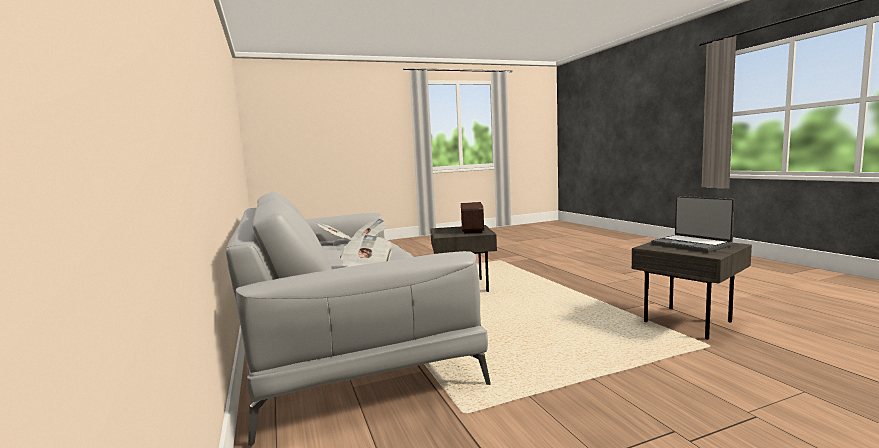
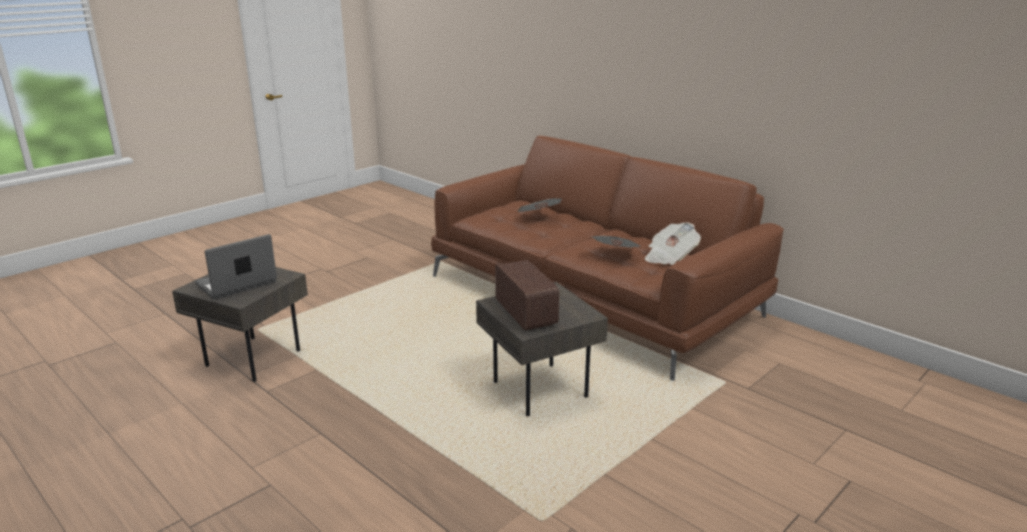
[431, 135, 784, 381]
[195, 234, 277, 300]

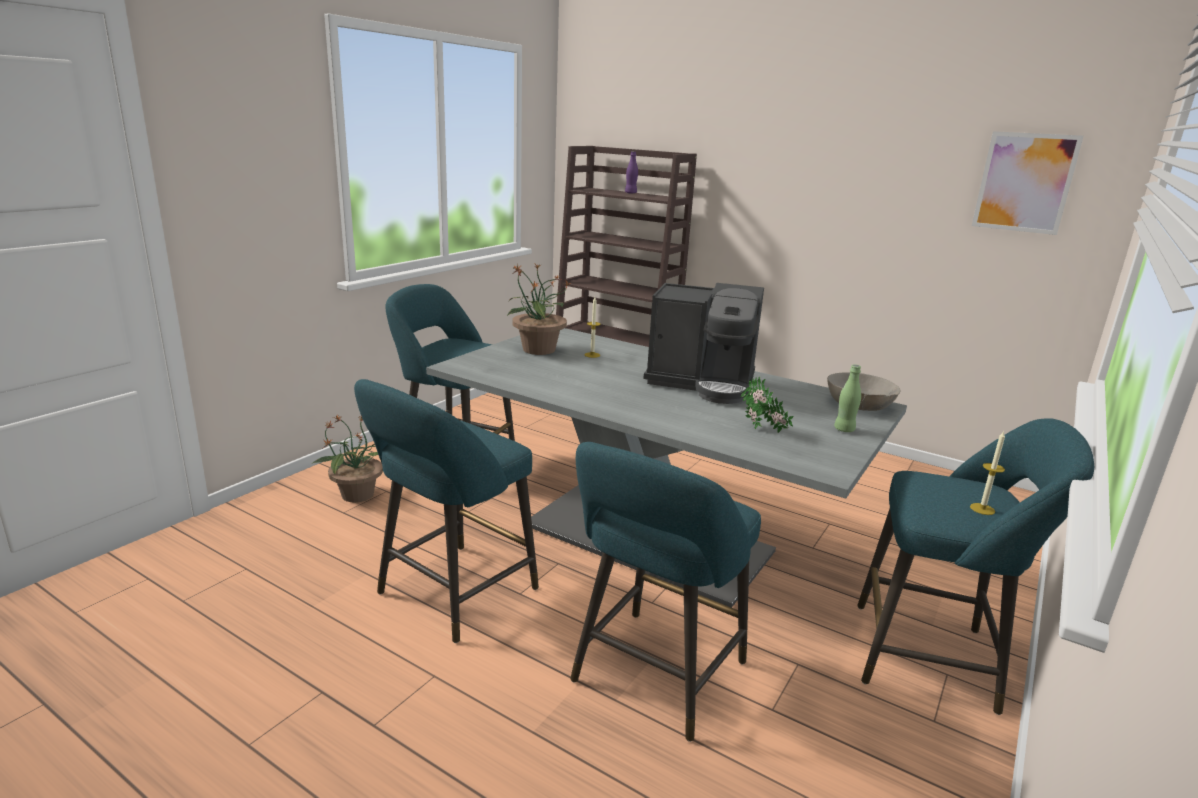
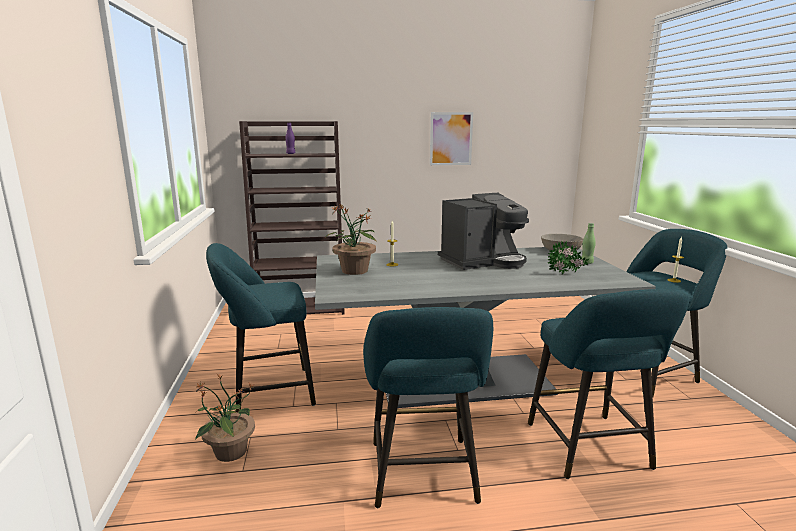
[430, 112, 473, 165]

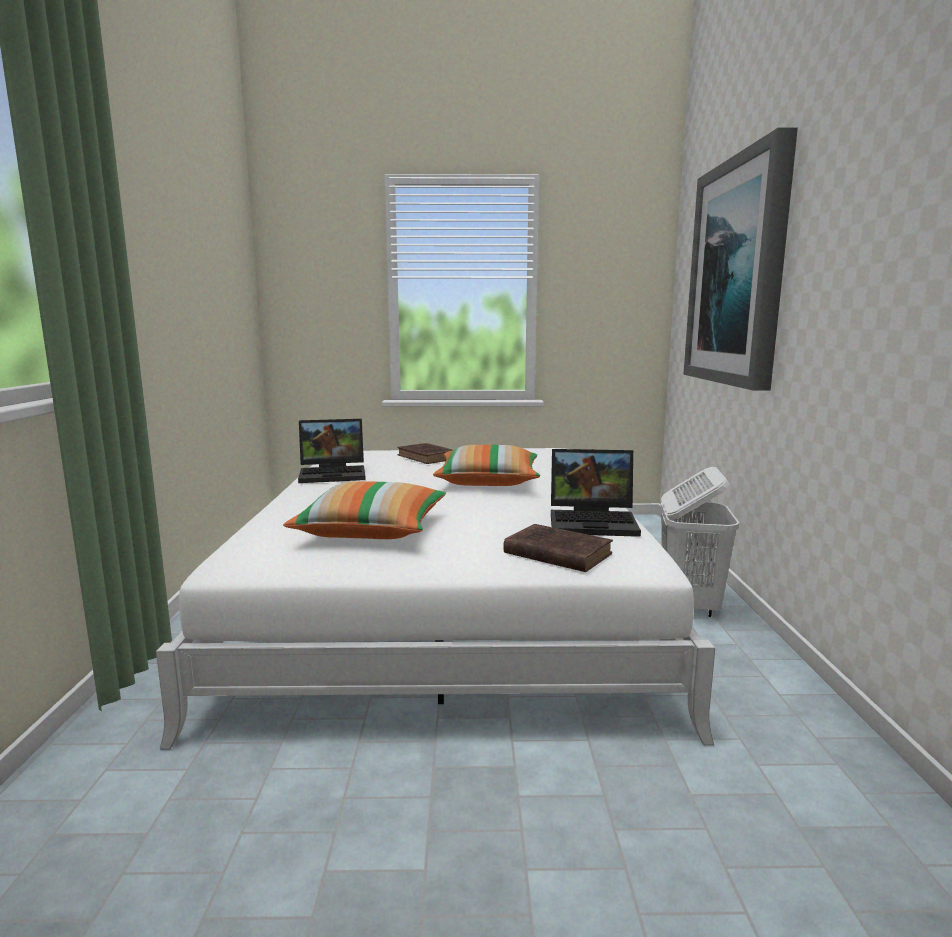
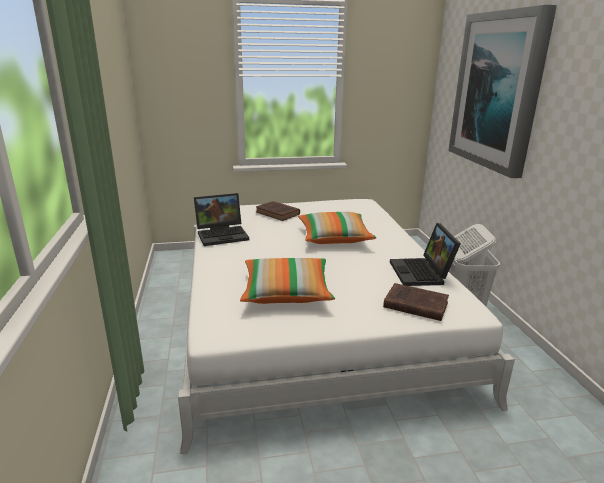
[390, 223, 460, 286]

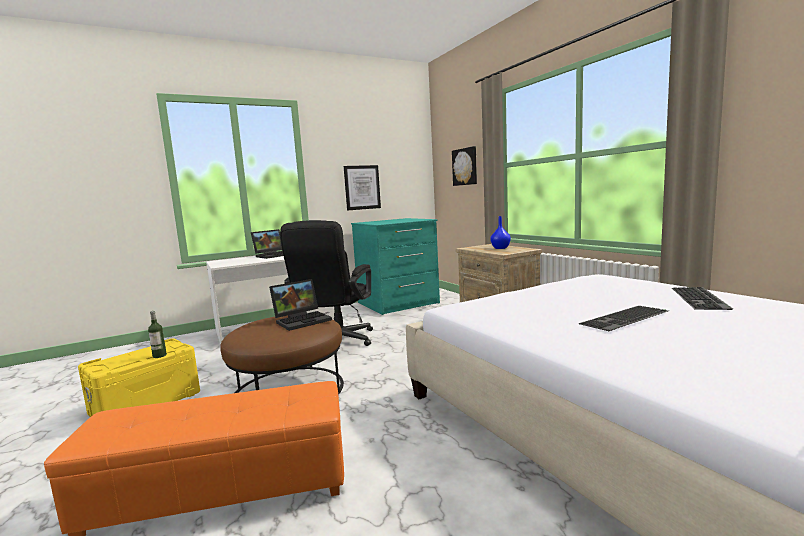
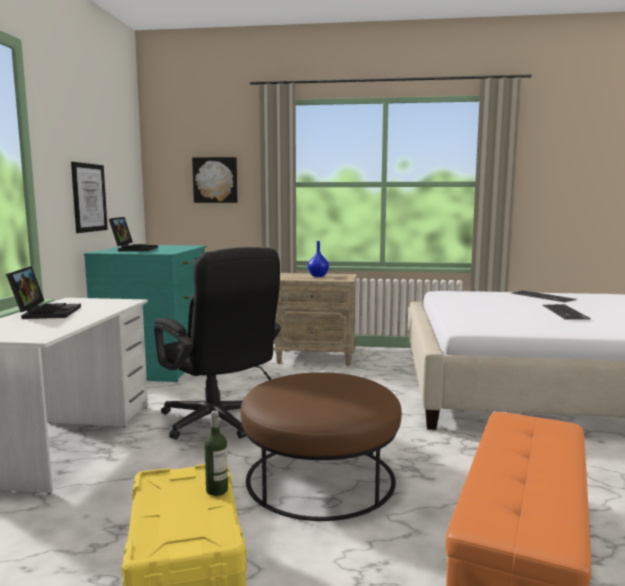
[109, 217, 158, 251]

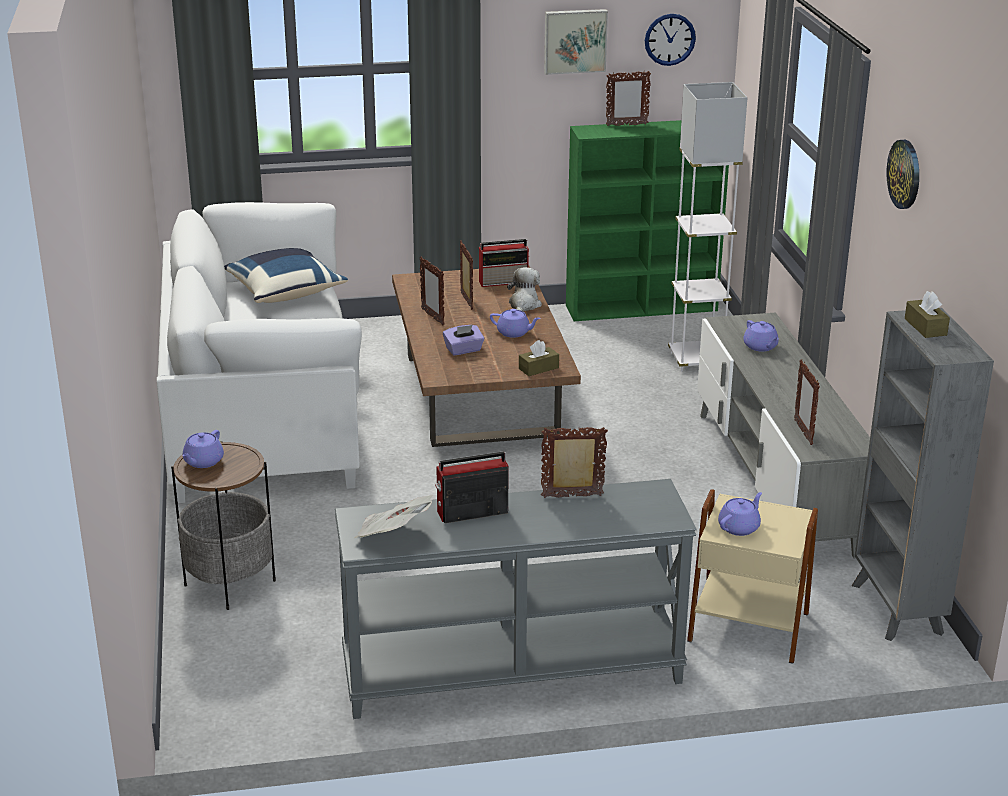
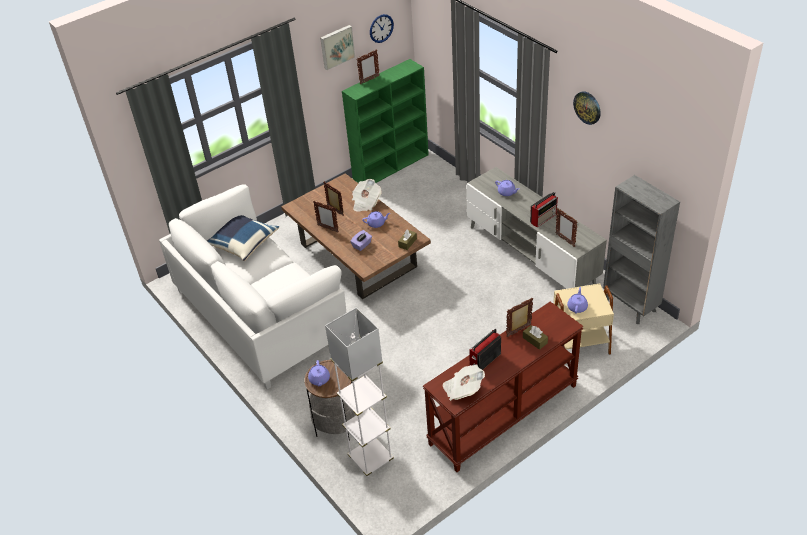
[423, 302, 584, 472]
[530, 192, 558, 227]
[352, 179, 382, 212]
[325, 307, 394, 477]
[523, 325, 548, 350]

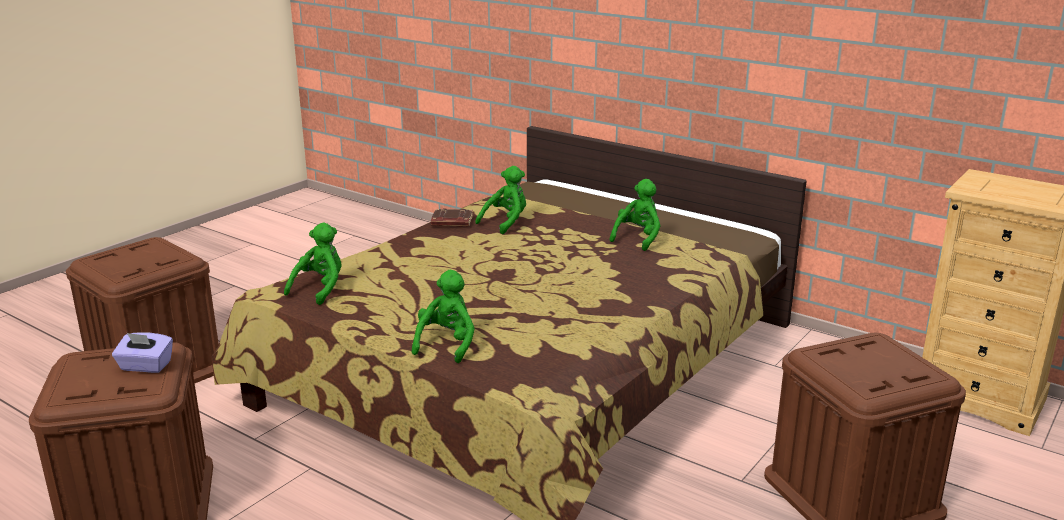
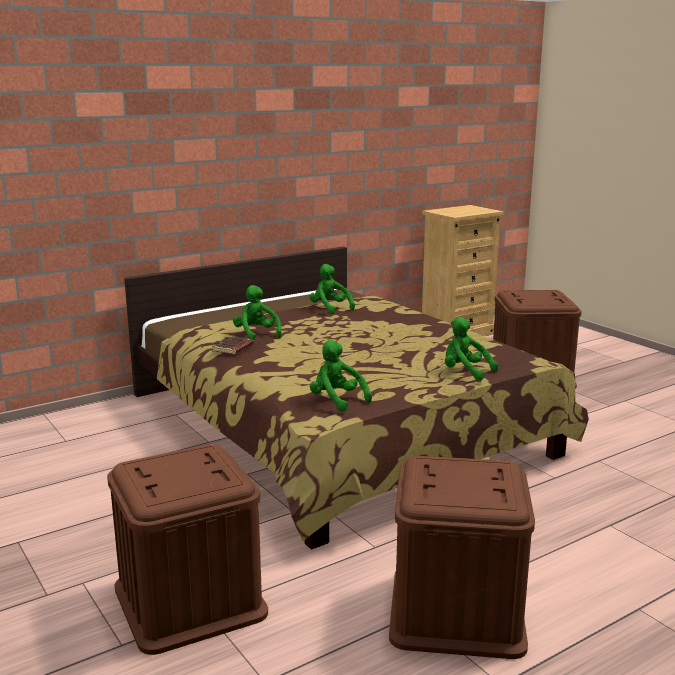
[112, 332, 173, 373] (first image)

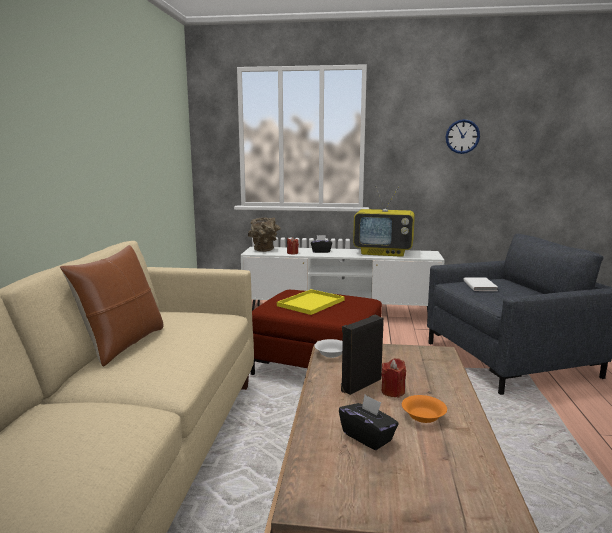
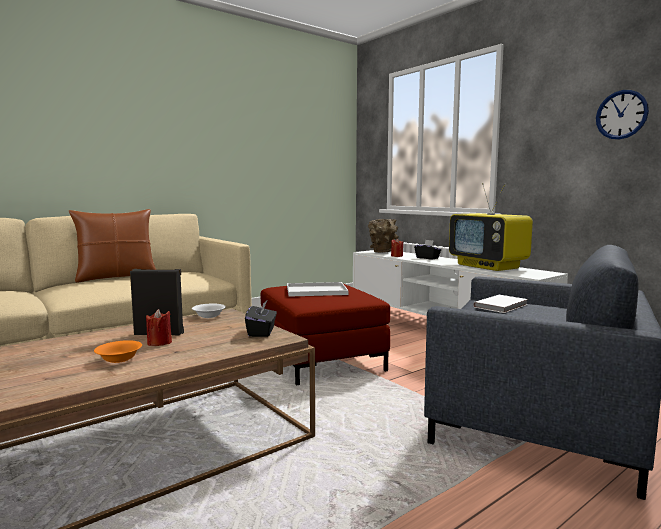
[287, 282, 349, 297]
[245, 300, 277, 337]

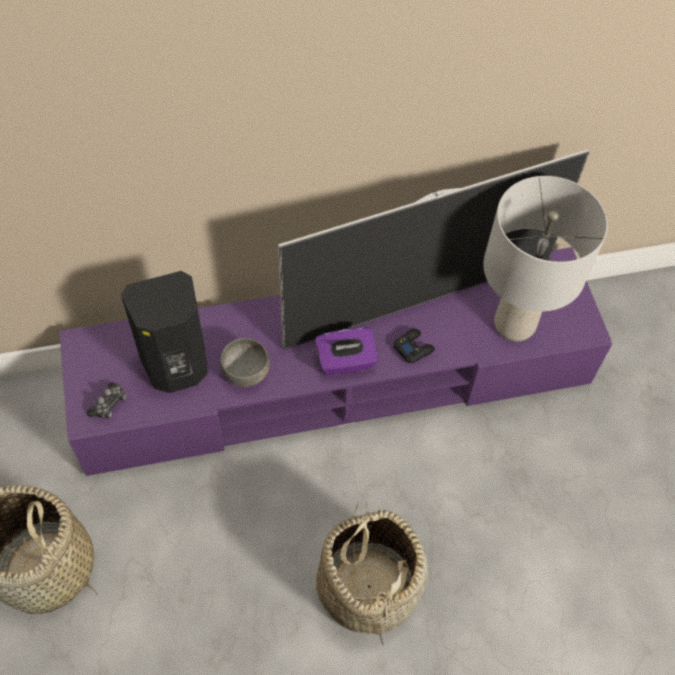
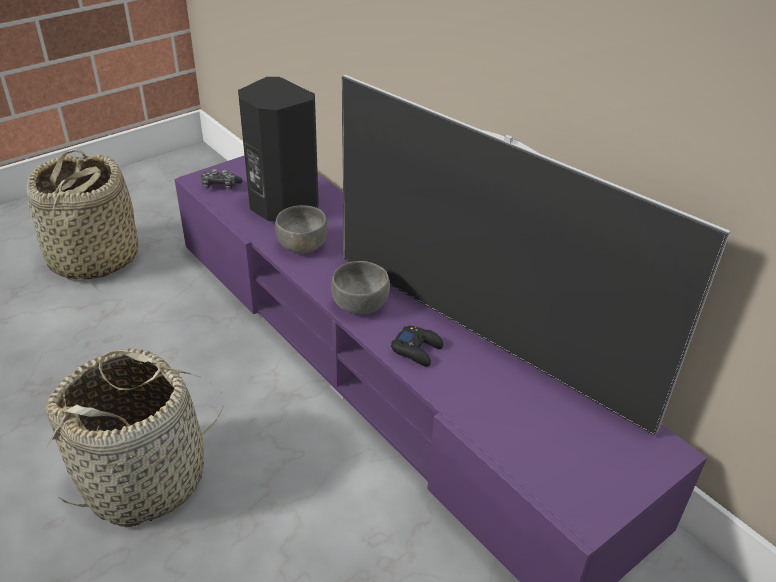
[331, 261, 390, 314]
[483, 176, 608, 342] (first image)

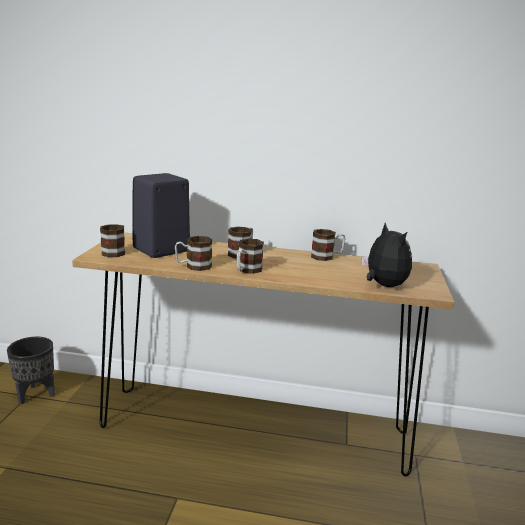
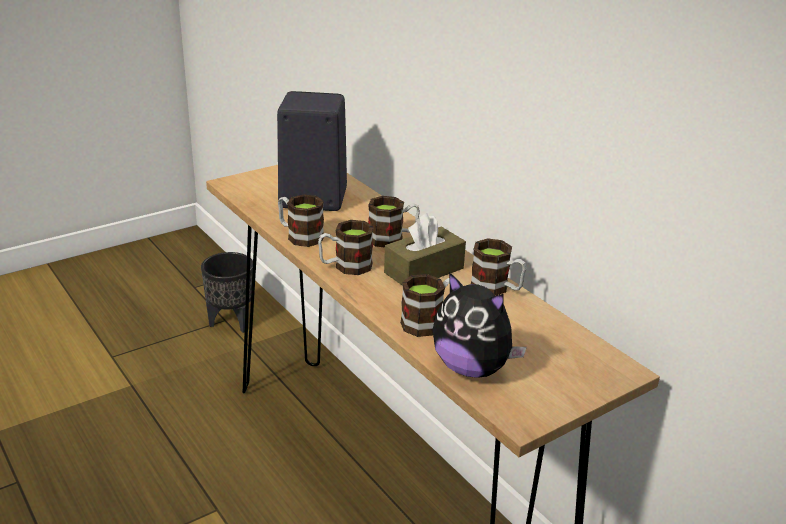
[400, 274, 450, 337]
[433, 272, 527, 378]
[384, 213, 466, 286]

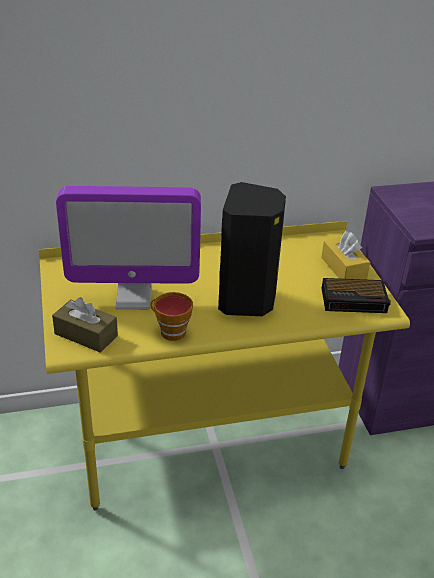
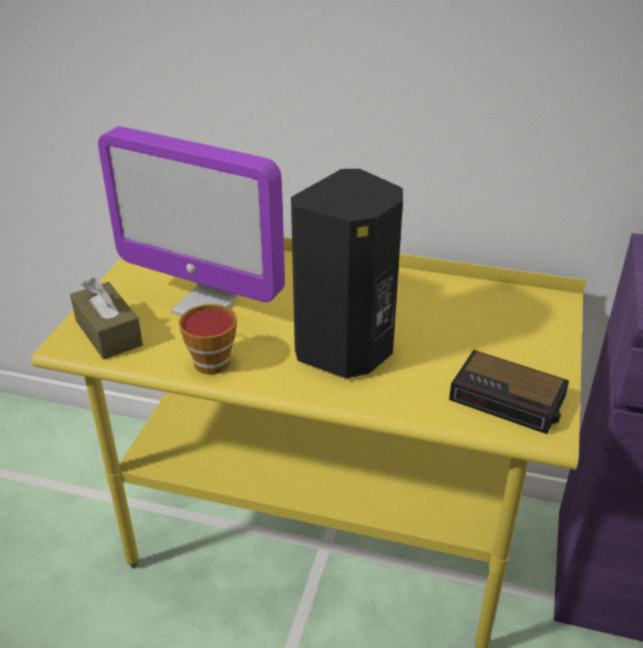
[321, 231, 370, 280] (first image)

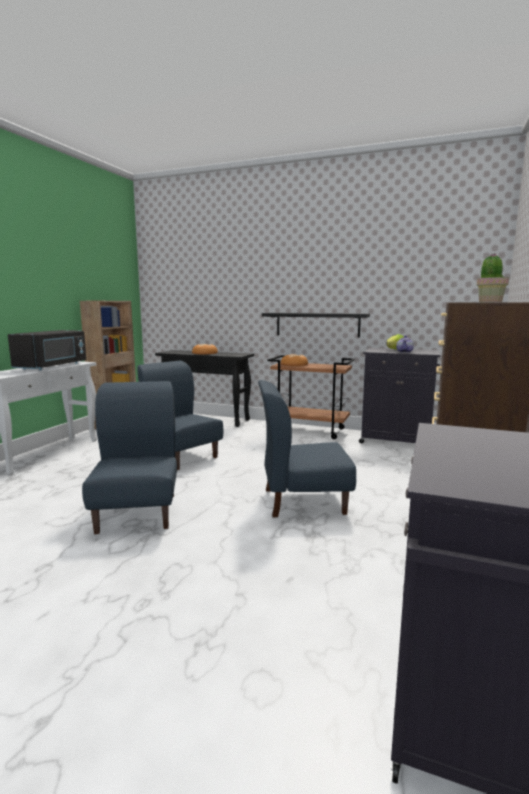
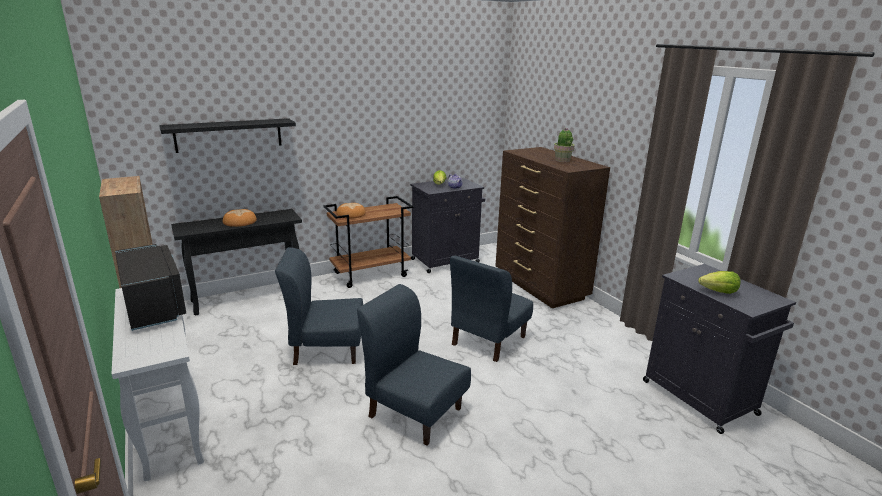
[159, 118, 296, 153]
[698, 271, 741, 294]

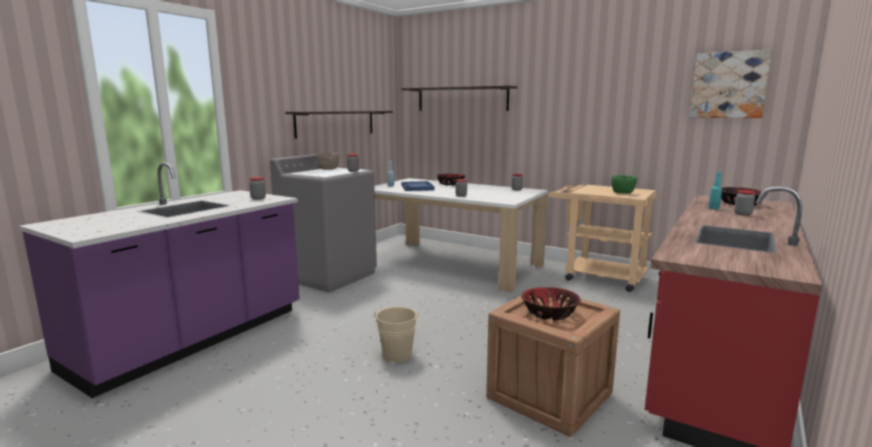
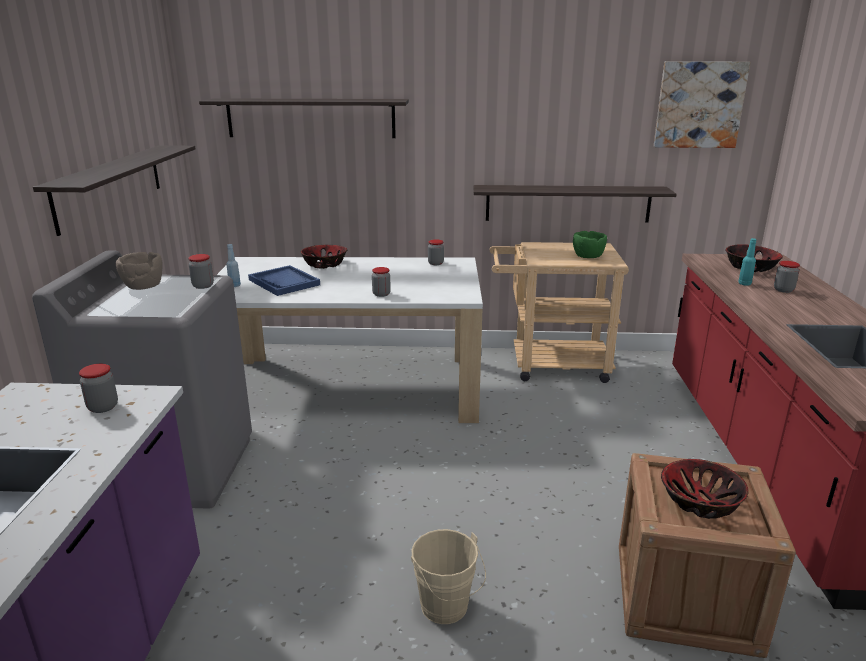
[473, 185, 677, 223]

